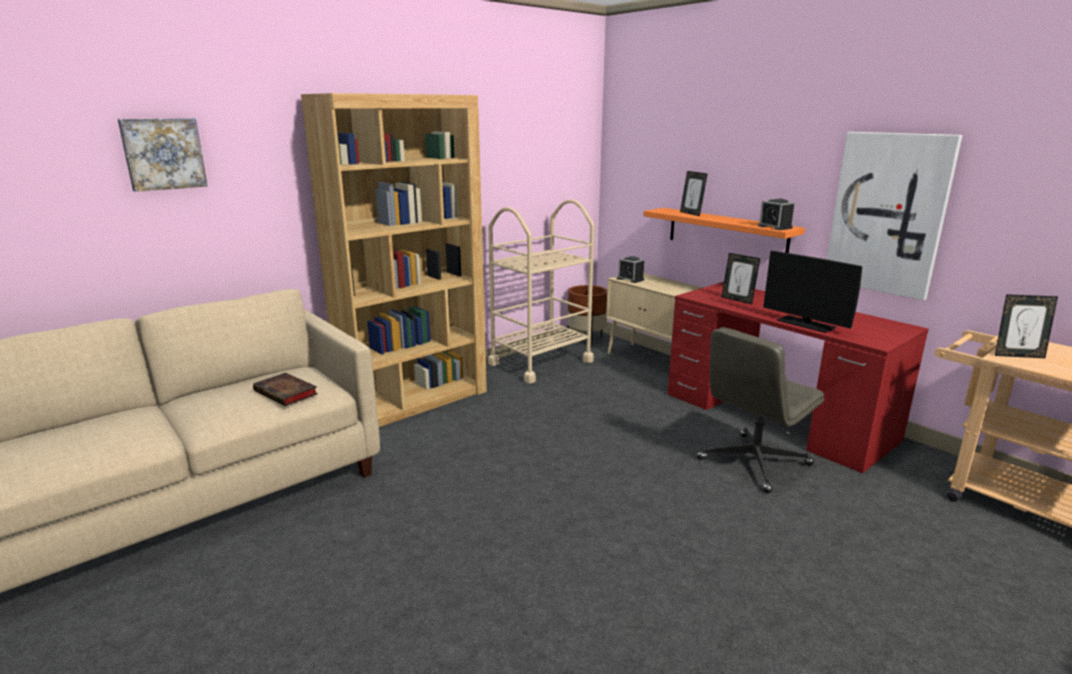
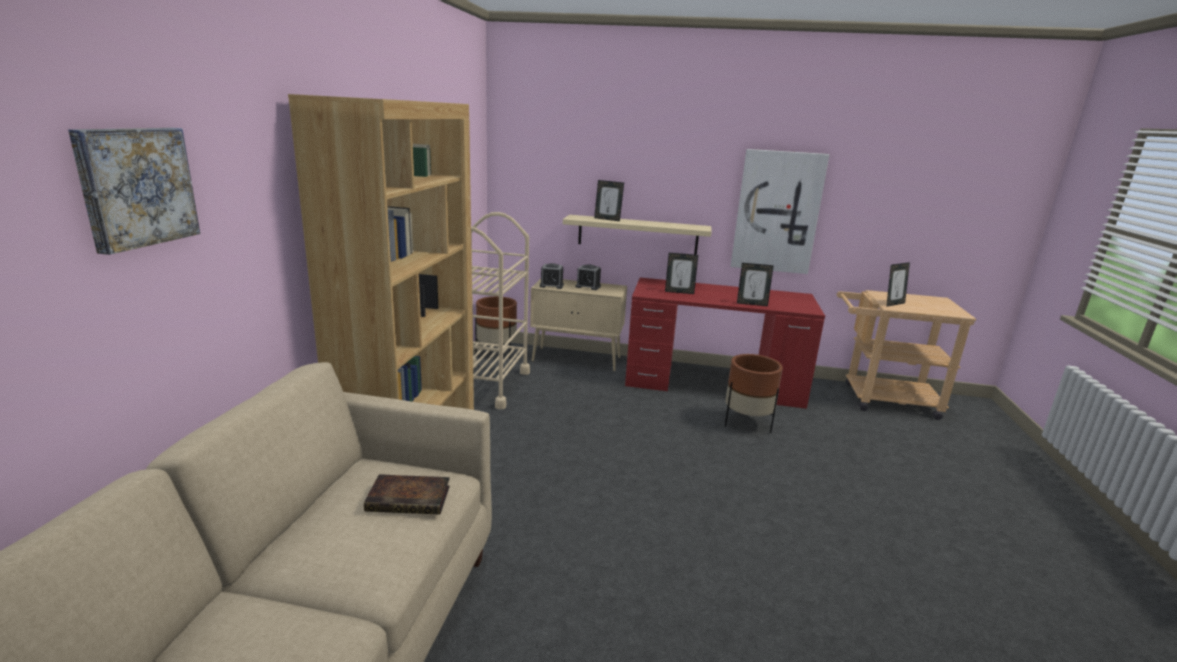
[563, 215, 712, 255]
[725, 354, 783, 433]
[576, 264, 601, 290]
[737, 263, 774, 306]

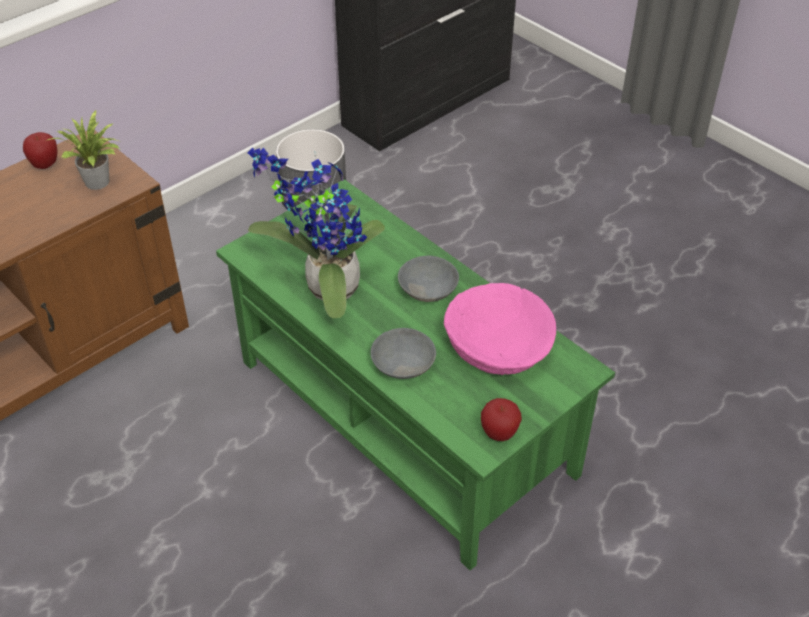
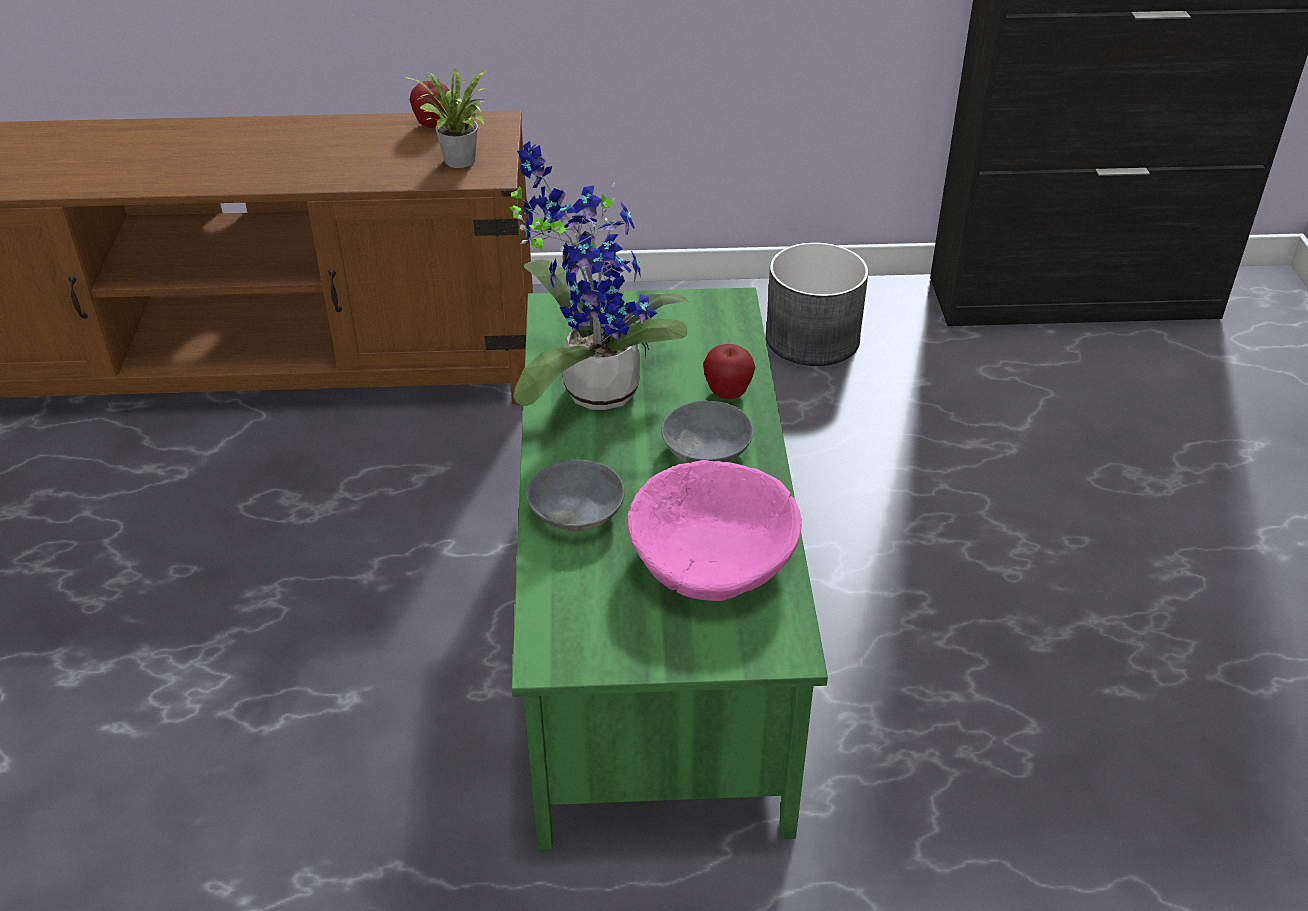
[703, 344, 756, 399]

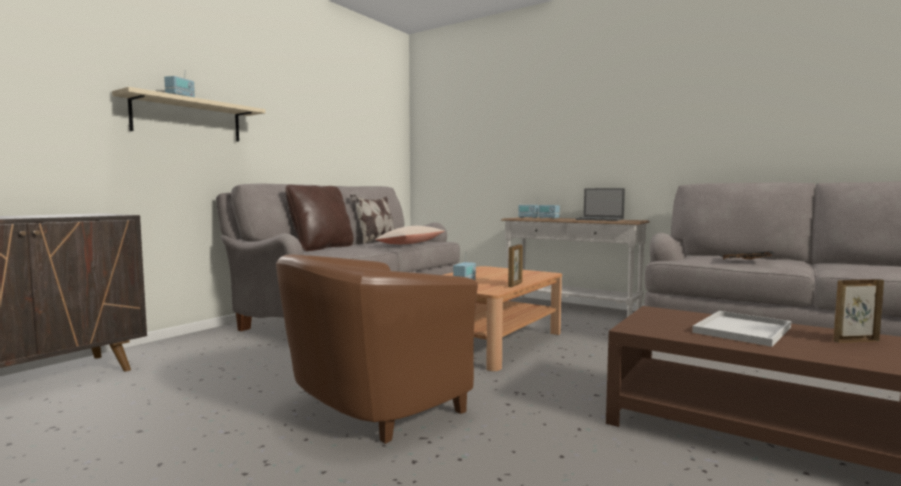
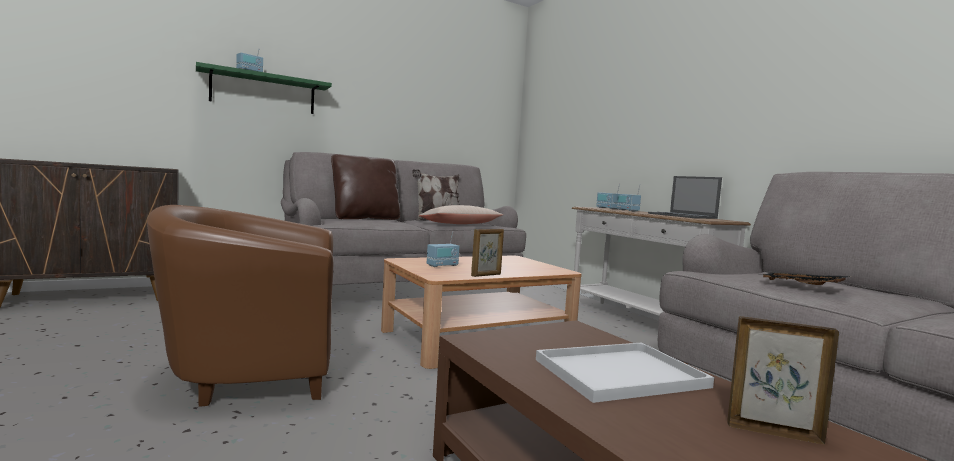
[196, 62, 332, 114]

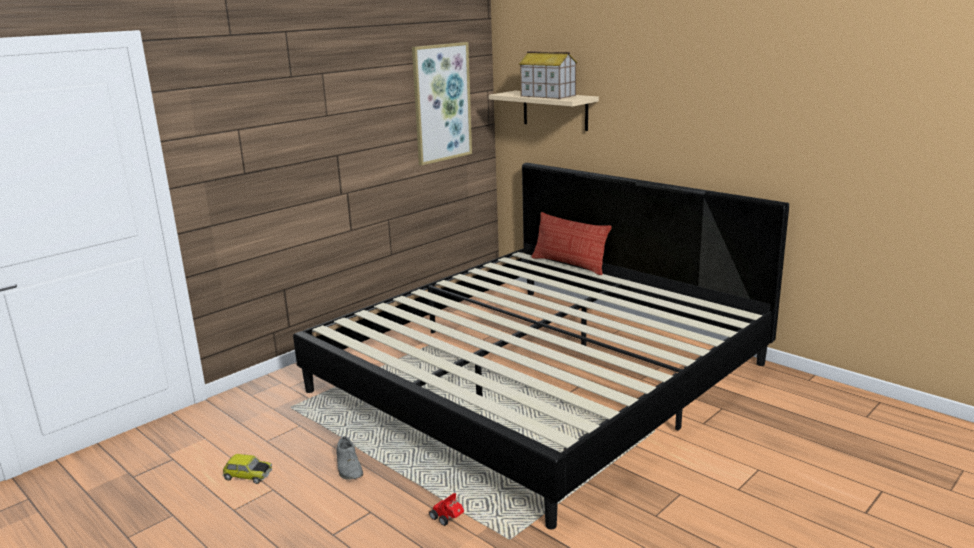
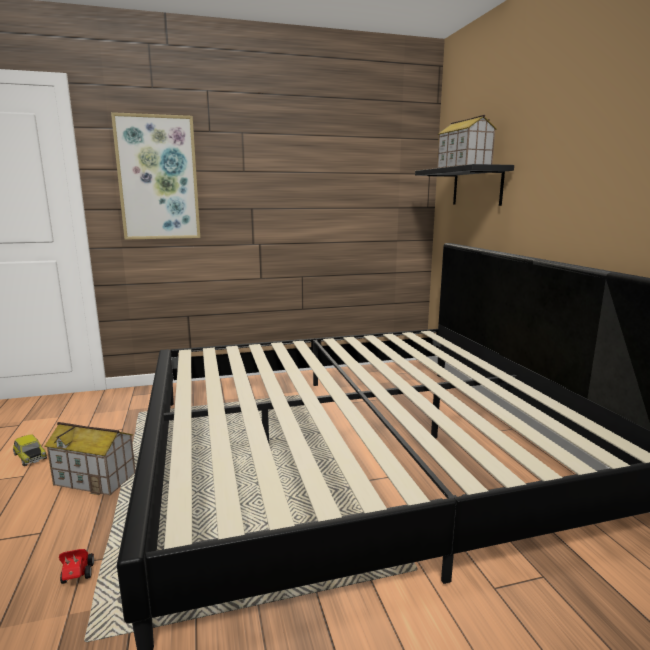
[45, 422, 136, 495]
[111, 112, 200, 240]
[415, 164, 514, 206]
[531, 212, 612, 275] (first image)

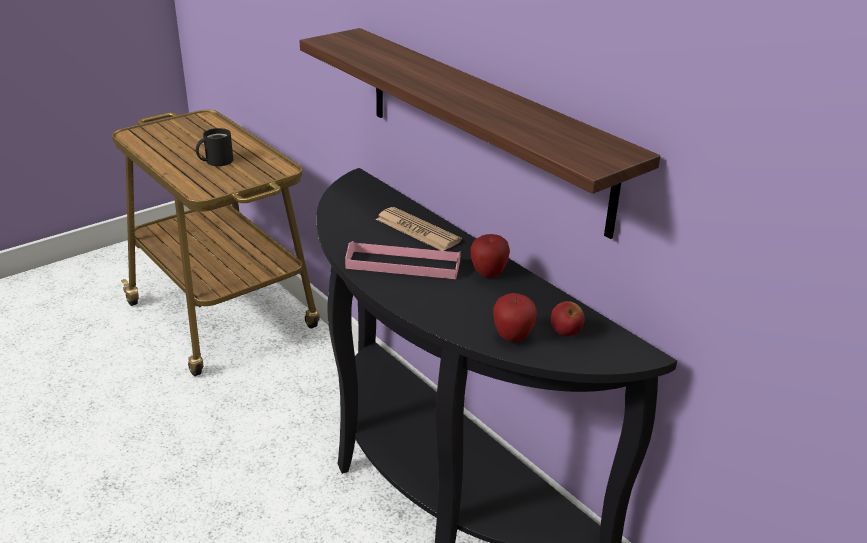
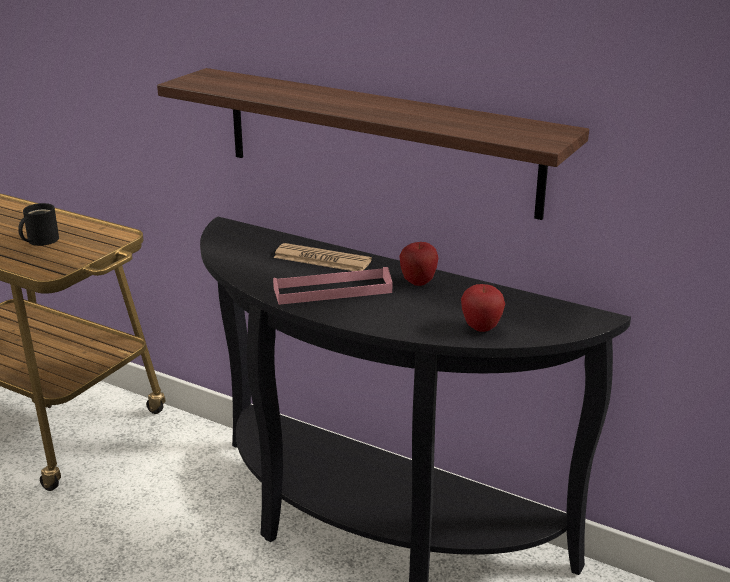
[551, 301, 585, 336] (first image)

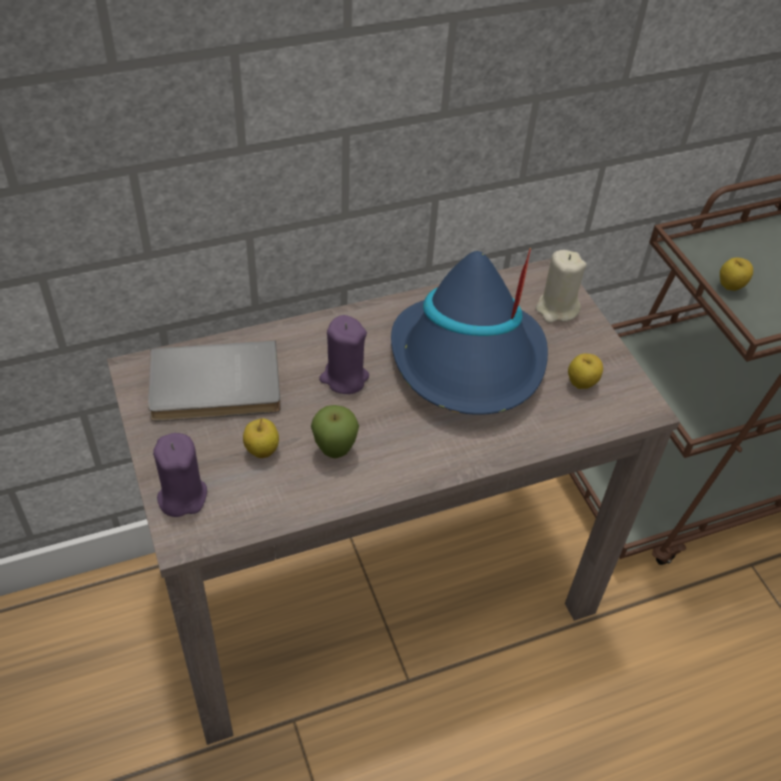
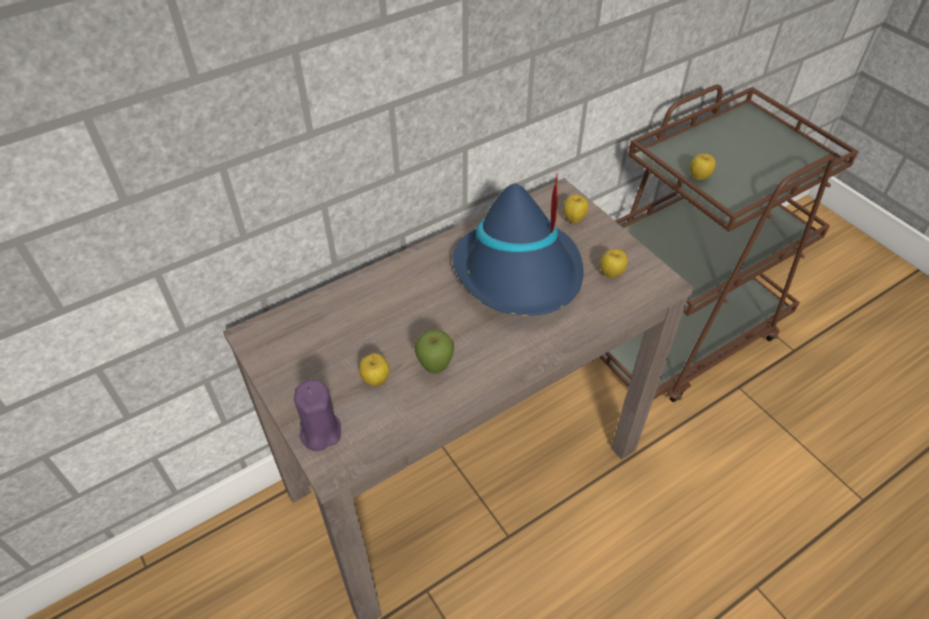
[148, 341, 281, 421] (first image)
[319, 315, 369, 394] (first image)
[564, 194, 589, 223]

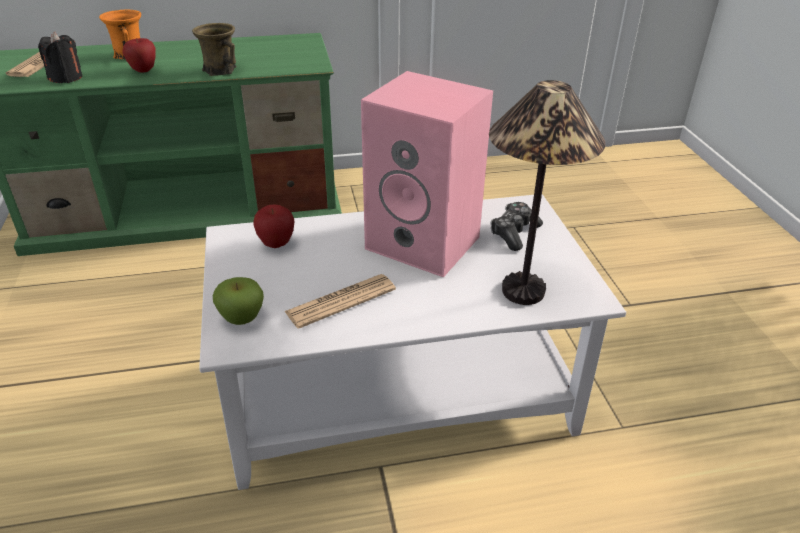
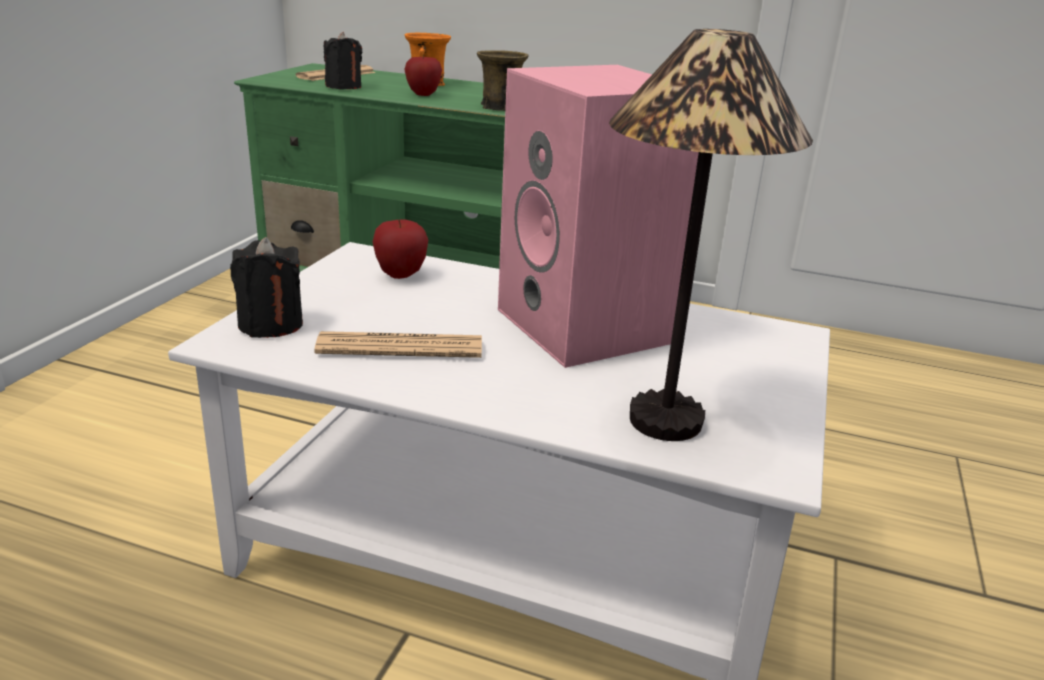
[230, 237, 303, 338]
[491, 202, 543, 251] (first image)

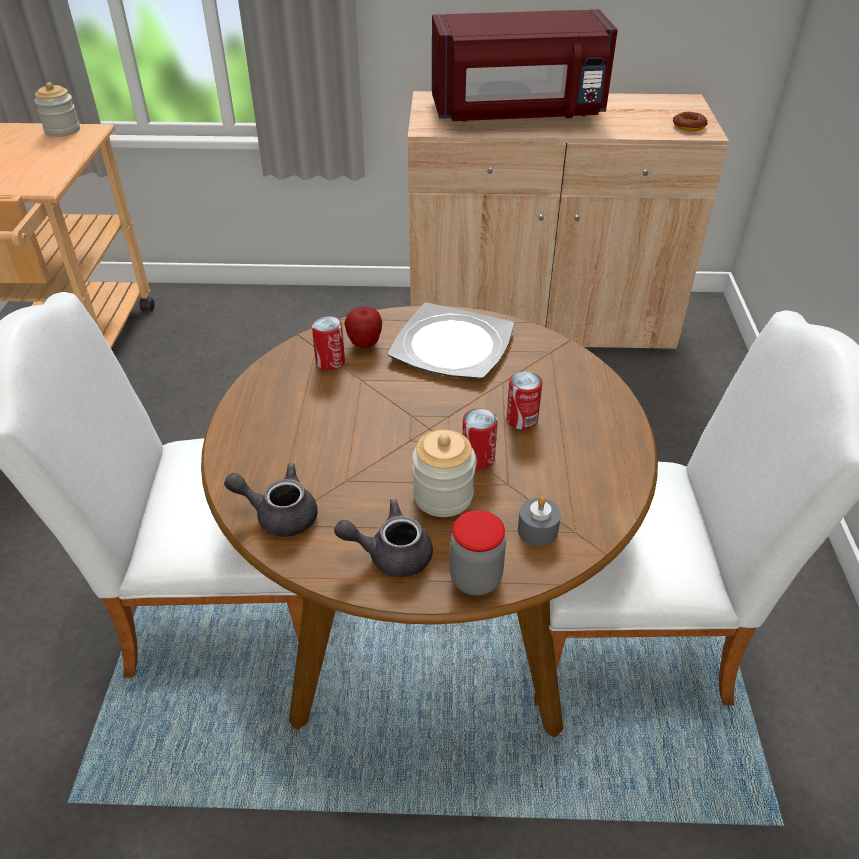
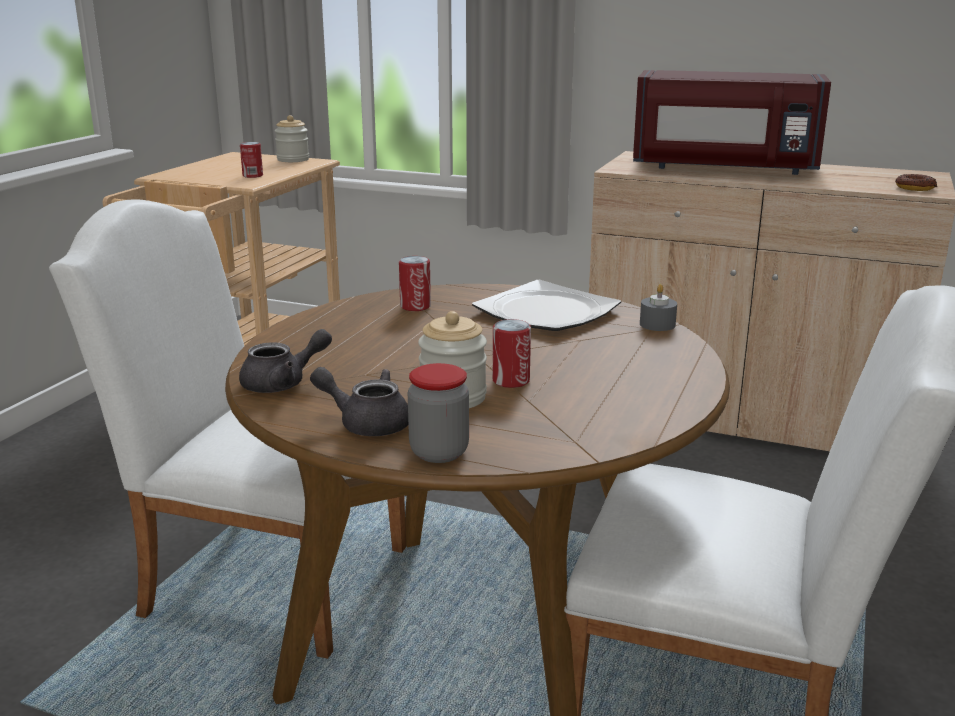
[239, 329, 332, 393]
[344, 307, 382, 349] (first image)
[240, 142, 263, 178]
[640, 284, 677, 331]

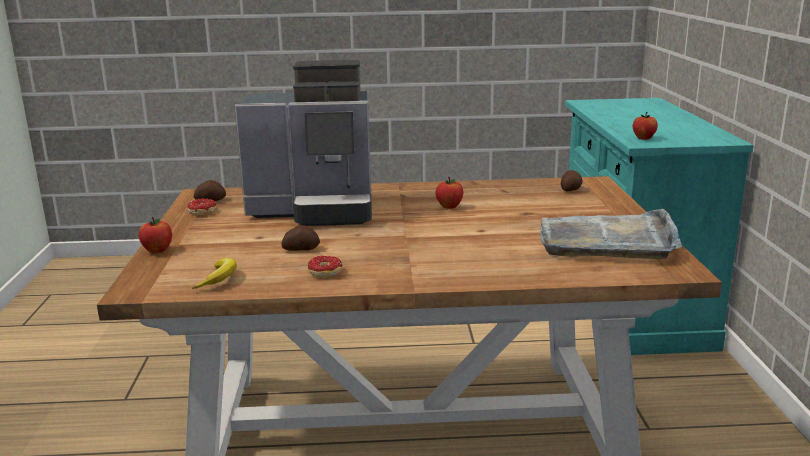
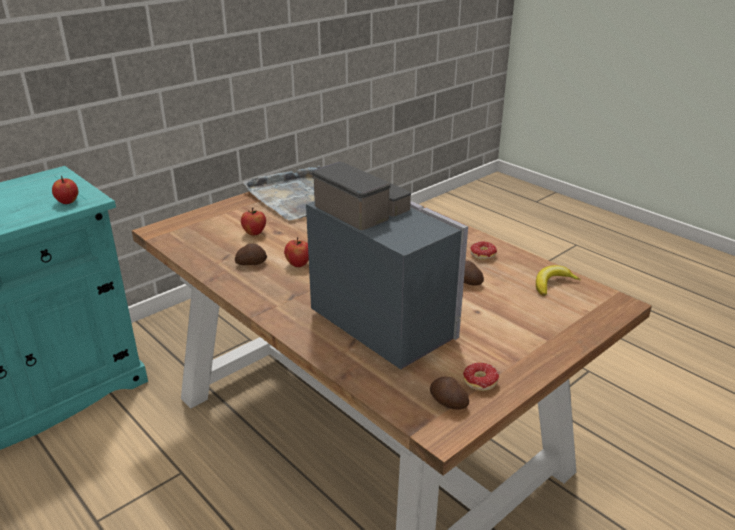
[241, 207, 266, 236]
[235, 243, 267, 265]

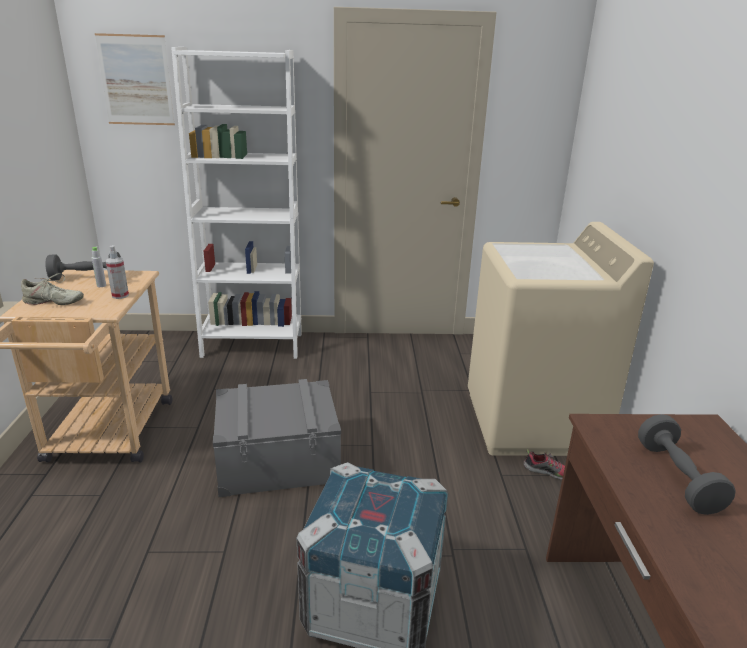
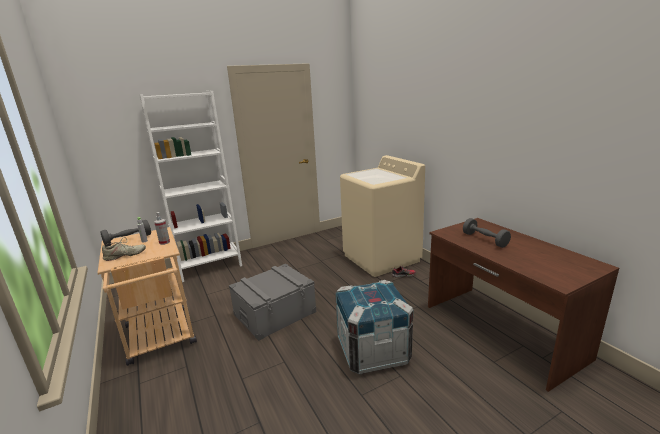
[95, 33, 175, 125] (first image)

